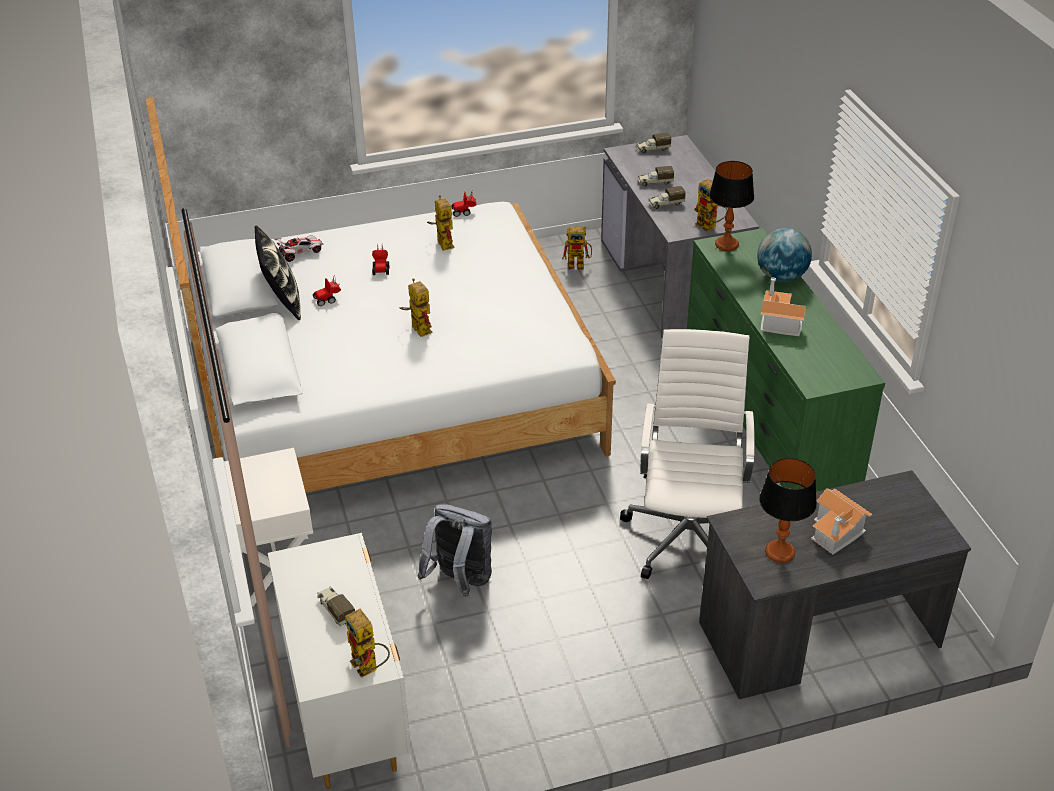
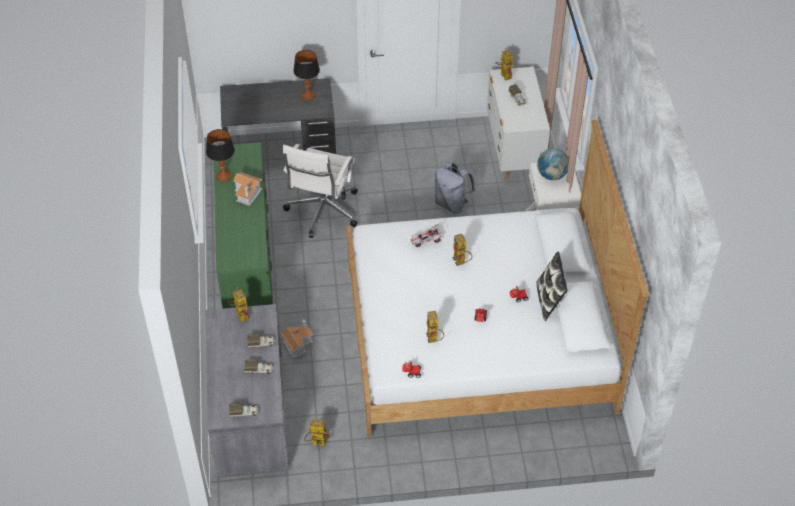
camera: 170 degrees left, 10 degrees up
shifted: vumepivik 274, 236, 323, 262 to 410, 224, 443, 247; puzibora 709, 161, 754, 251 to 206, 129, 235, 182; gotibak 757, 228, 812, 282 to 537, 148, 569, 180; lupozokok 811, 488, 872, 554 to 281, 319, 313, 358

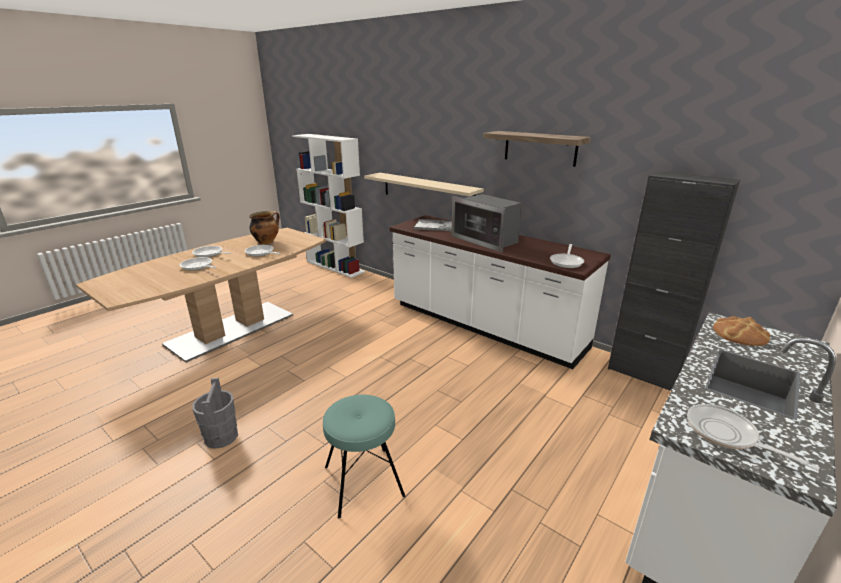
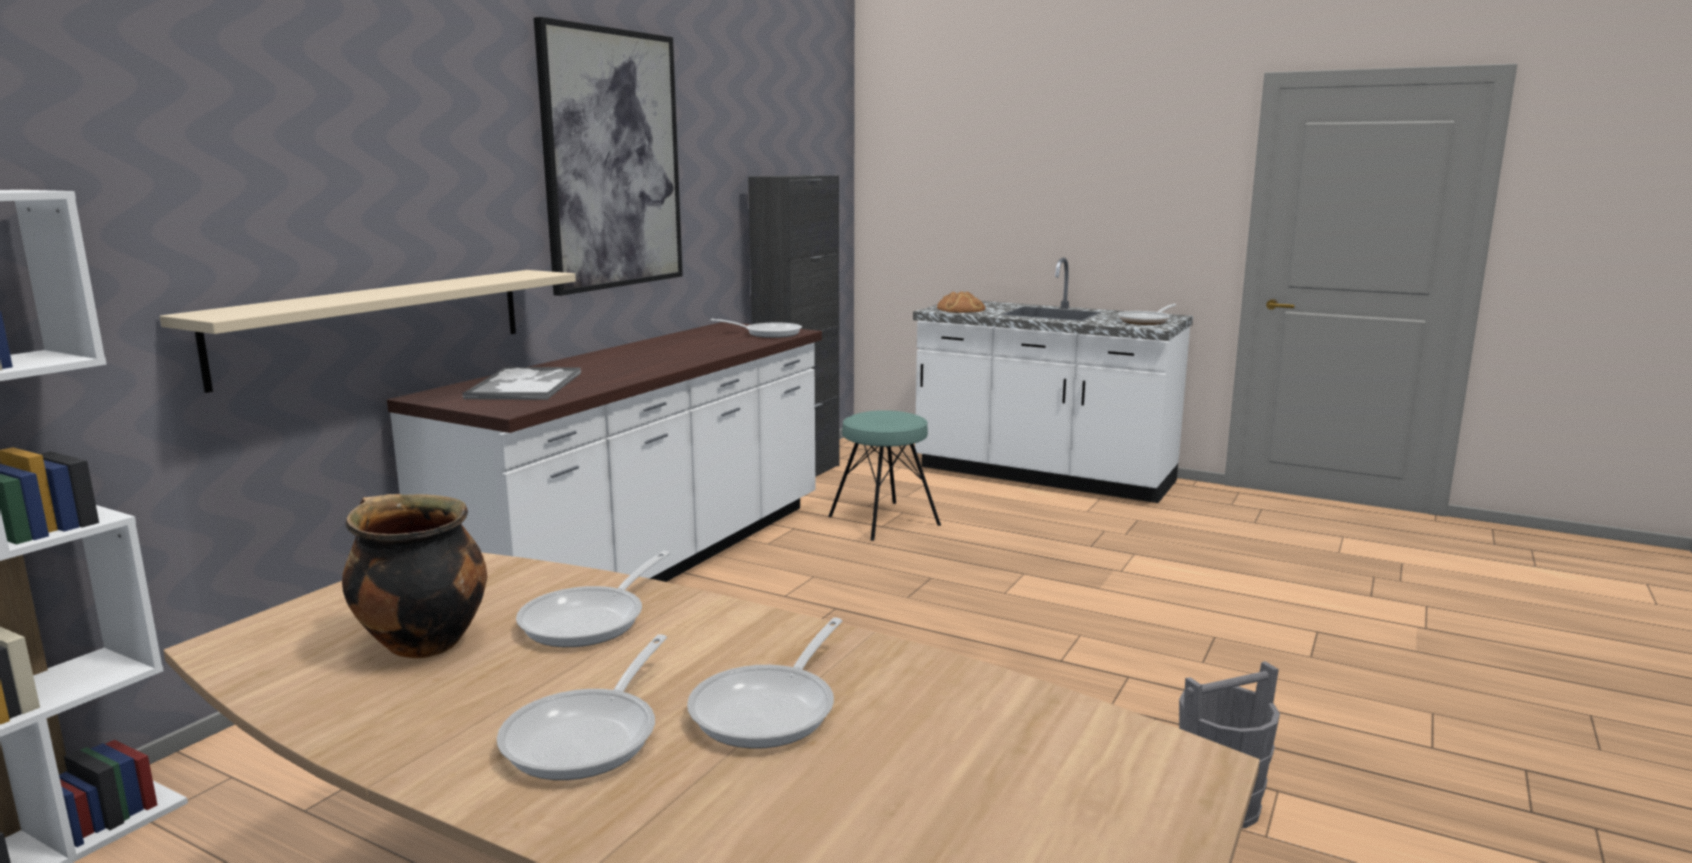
camera: 100 degrees left, 10 degrees down
gone: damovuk 451, 194, 522, 253
shifted: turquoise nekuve 323, 394, 405, 518 to 828, 410, 941, 541
swapped: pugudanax 483, 131, 591, 167 to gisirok 534, 17, 683, 296

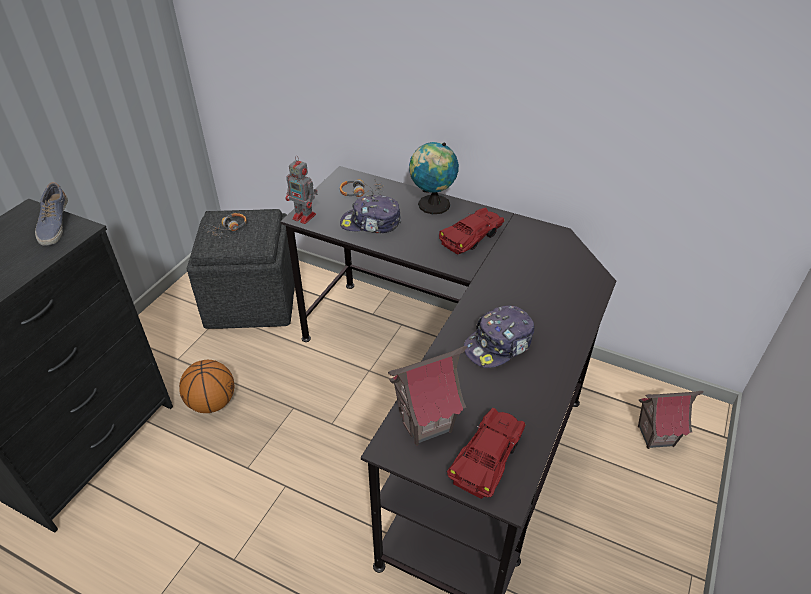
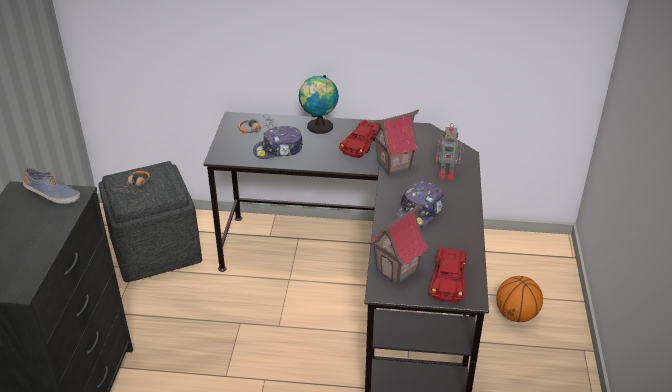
camera: 20 degrees left, 5 degrees down
shifted: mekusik 179, 360, 234, 413 to 496, 276, 543, 322; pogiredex 286, 156, 318, 224 to 436, 123, 464, 180; lupozokok 638, 391, 703, 449 to 372, 110, 419, 176
rotated: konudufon 35, 182, 68, 246 = 23, 168, 80, 204 45 degrees counterclockwise

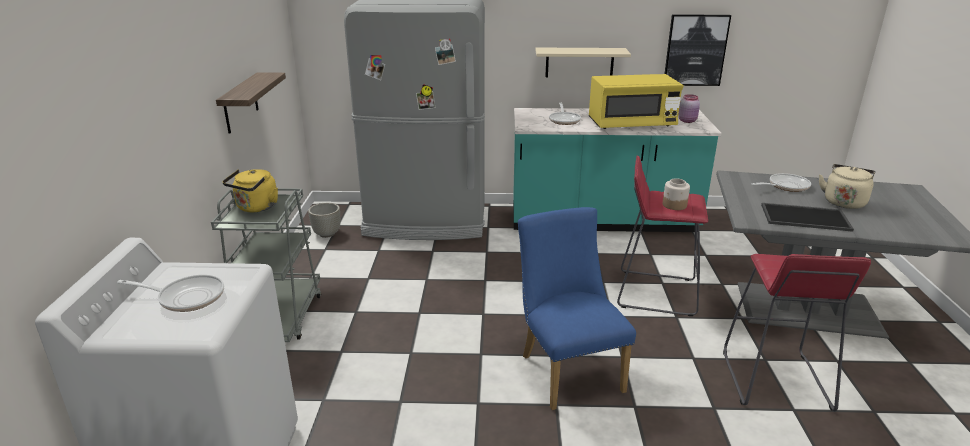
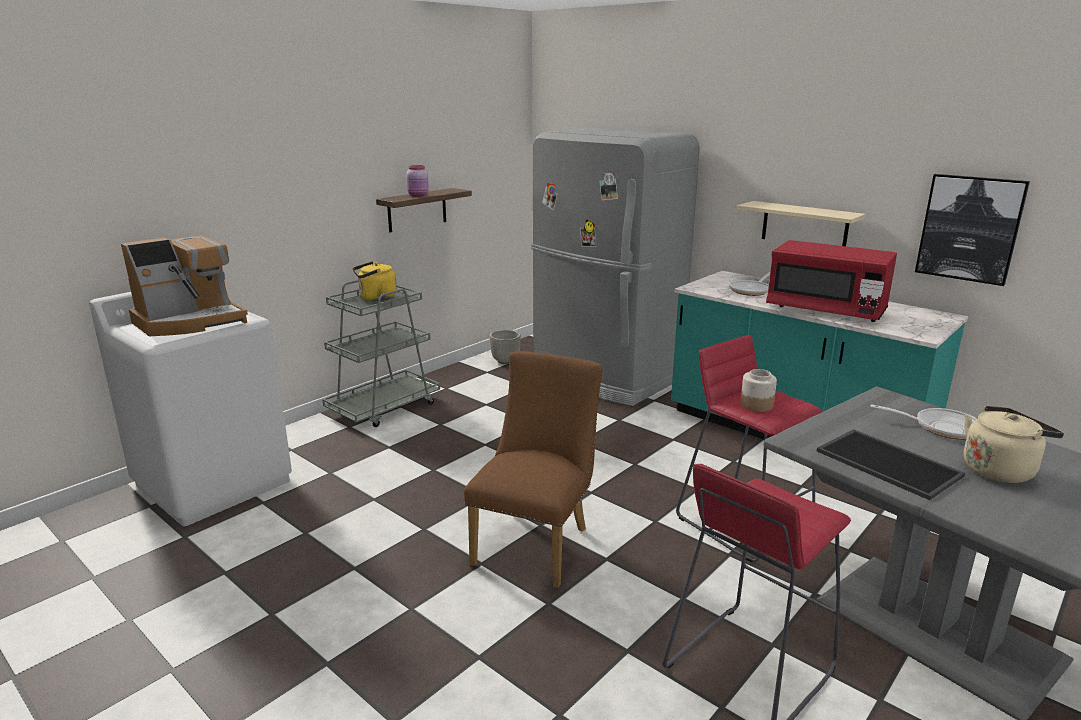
camera: 40 degrees right, 5 degrees down
shifted: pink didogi 678, 94, 700, 123 to 406, 165, 429, 197
swapped: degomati 117, 275, 224, 312 to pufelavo 121, 235, 248, 336
repainted: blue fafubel 518, 207, 636, 410 to brown fafubel 464, 351, 603, 587; yellow damovuk 589, 74, 683, 129 to red damovuk 766, 240, 897, 322

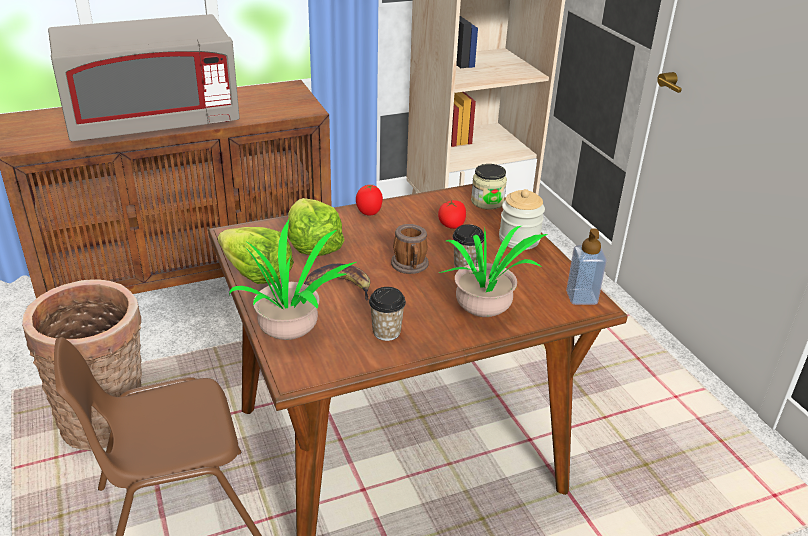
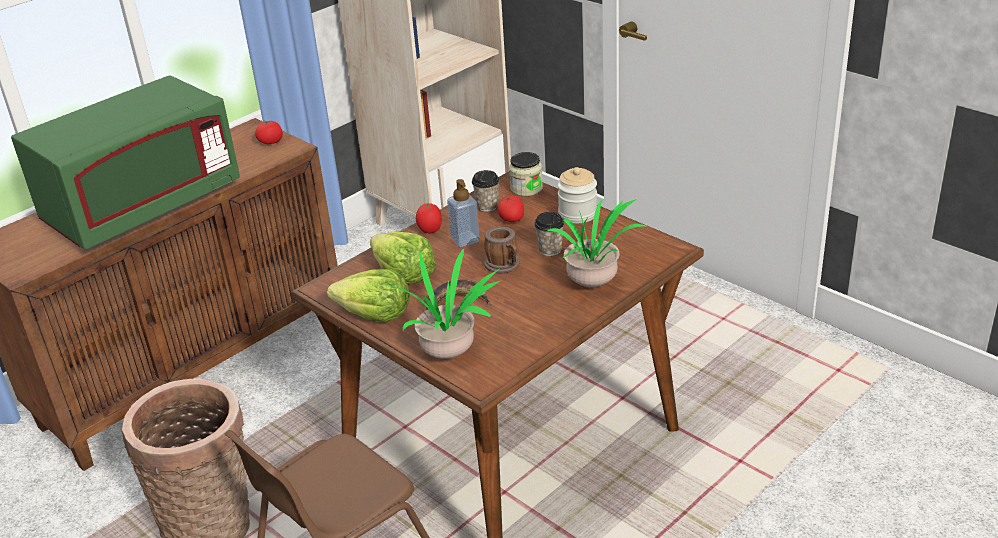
camera: 20 degrees left, 0 degrees up
new: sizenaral 255, 121, 283, 144
shifted: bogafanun 369, 287, 406, 341 to 472, 170, 500, 212; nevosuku 566, 228, 607, 305 to 447, 179, 480, 247
repainted: grey damovuk 48, 14, 240, 141 to green damovuk 11, 75, 240, 249

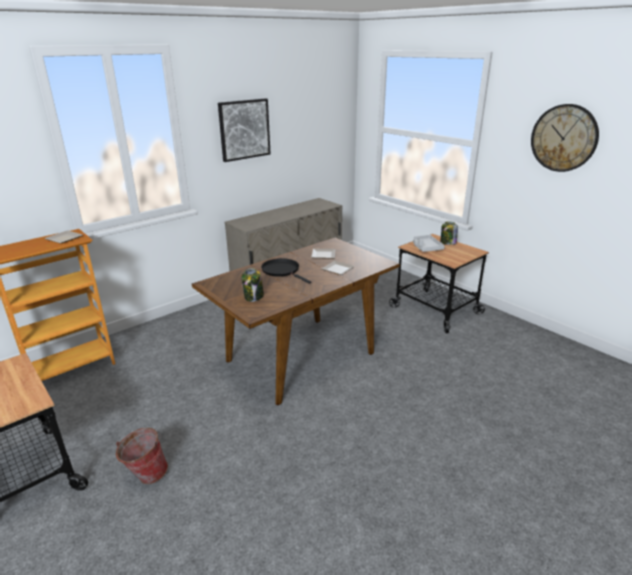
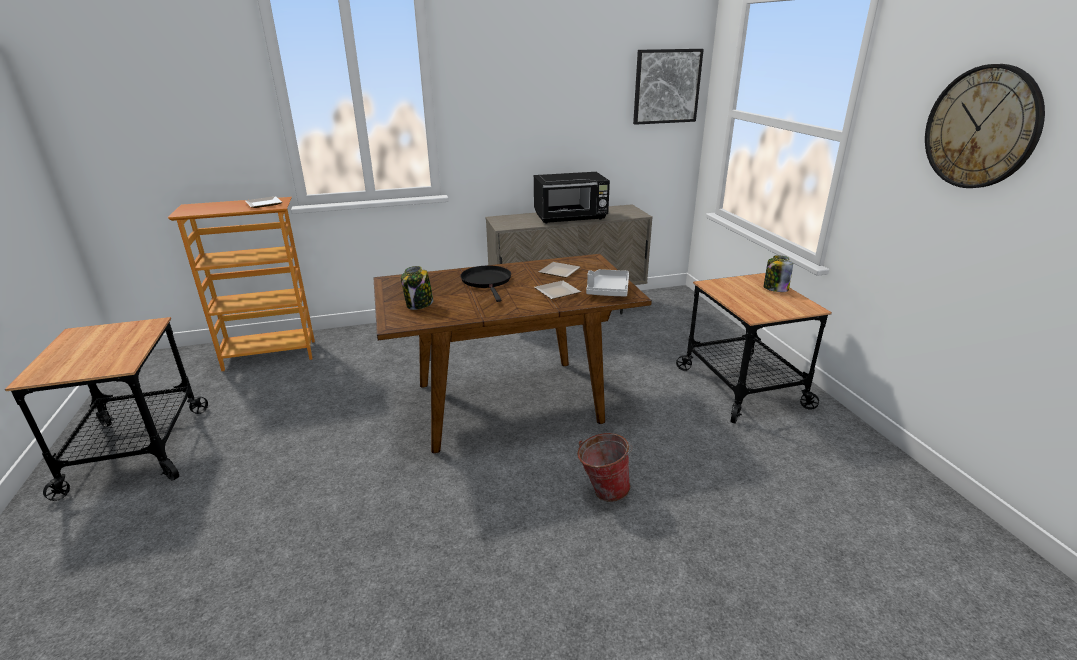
camera: 25 degrees right, 0 degrees up
new: black damovuk 534, 172, 610, 224
shifted: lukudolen 116, 428, 168, 484 to 577, 433, 632, 502; gisirok 218, 98, 271, 162 to 633, 49, 704, 125; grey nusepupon 413, 235, 445, 252 to 586, 269, 629, 297

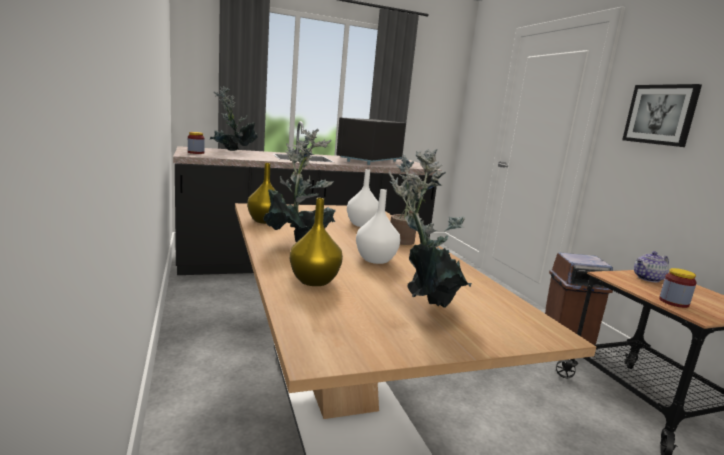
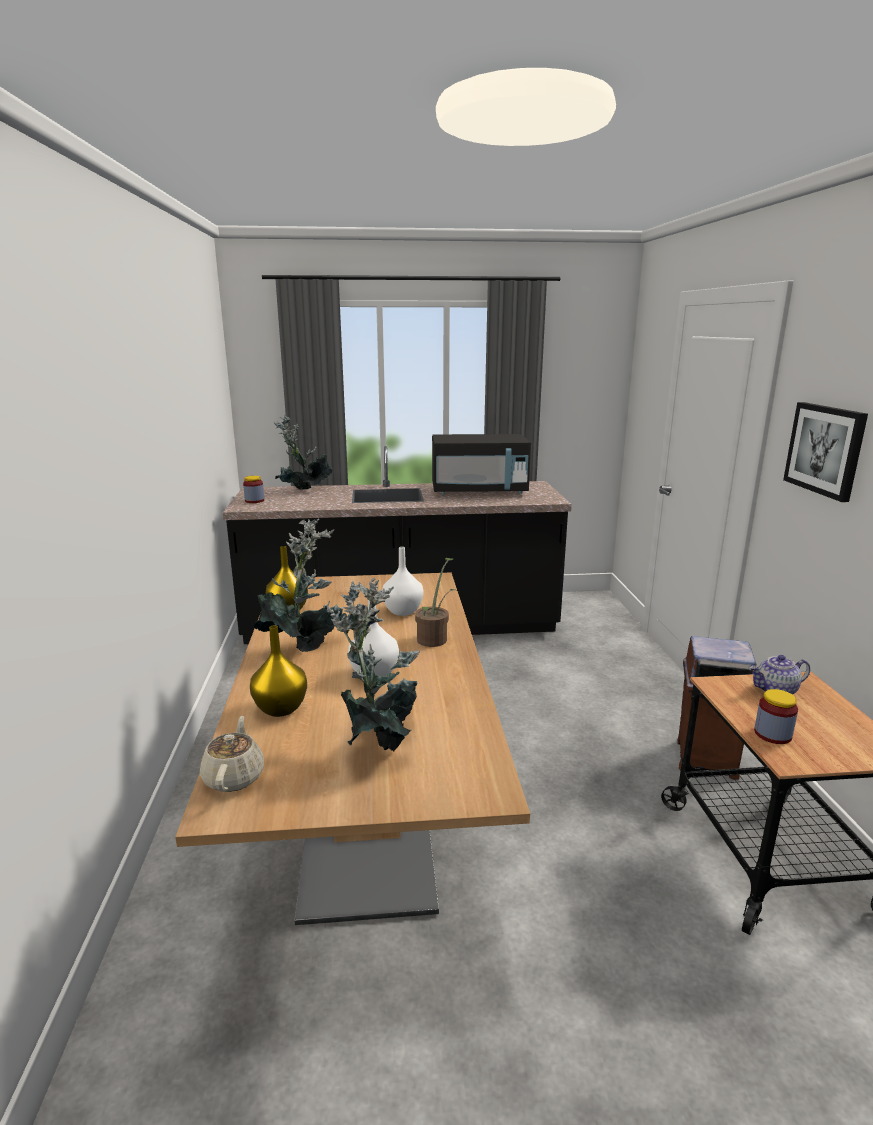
camera: 15 degrees right, 5 degrees up
new: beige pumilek 200, 716, 264, 792
rotated: black damovuk 336, 118, 406, 165 = 432, 434, 531, 494 135 degrees counterclockwise

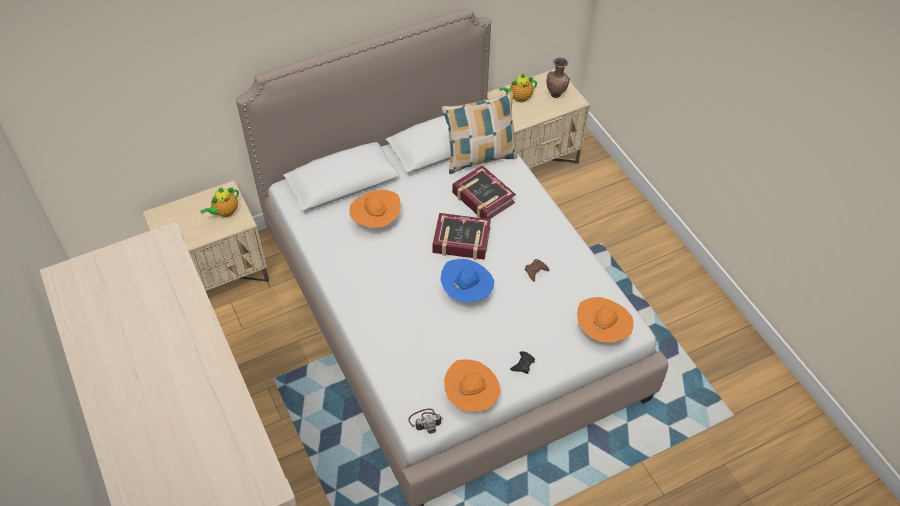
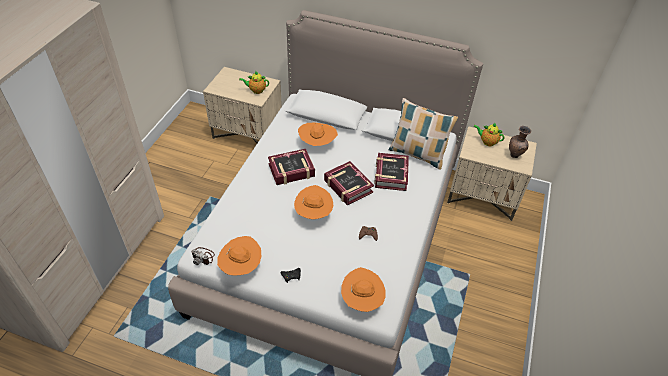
camera: 45 degrees right, 5 degrees down
new: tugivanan 268, 149, 315, 185
repainted: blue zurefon 441, 259, 494, 303 to orange zurefon 294, 185, 333, 219

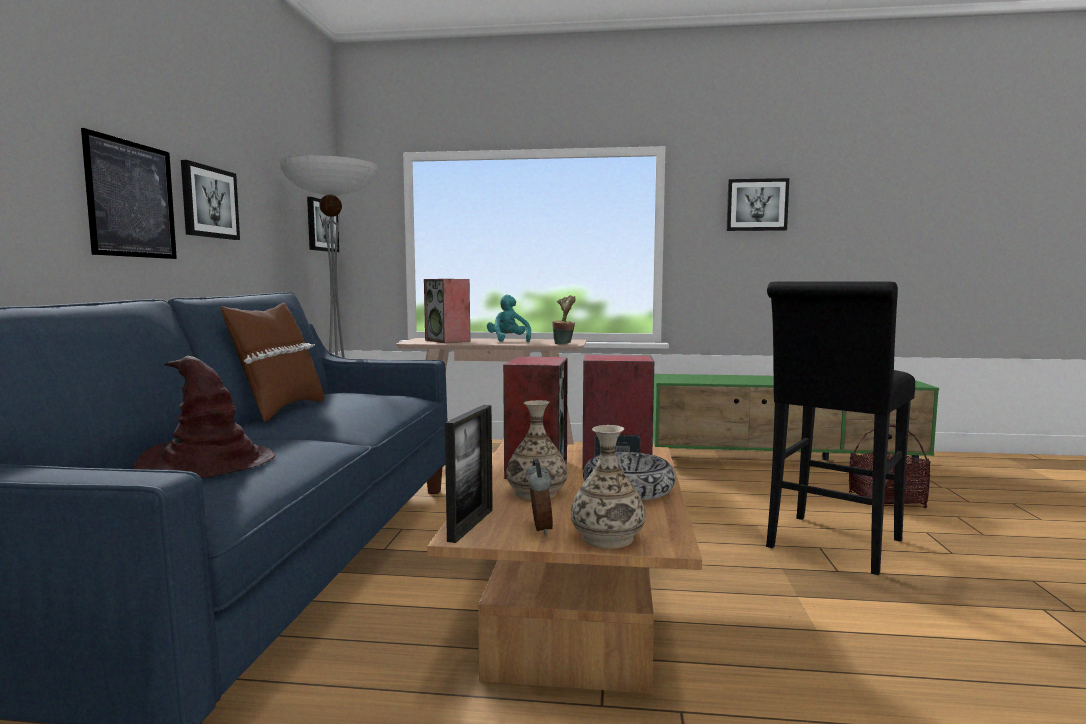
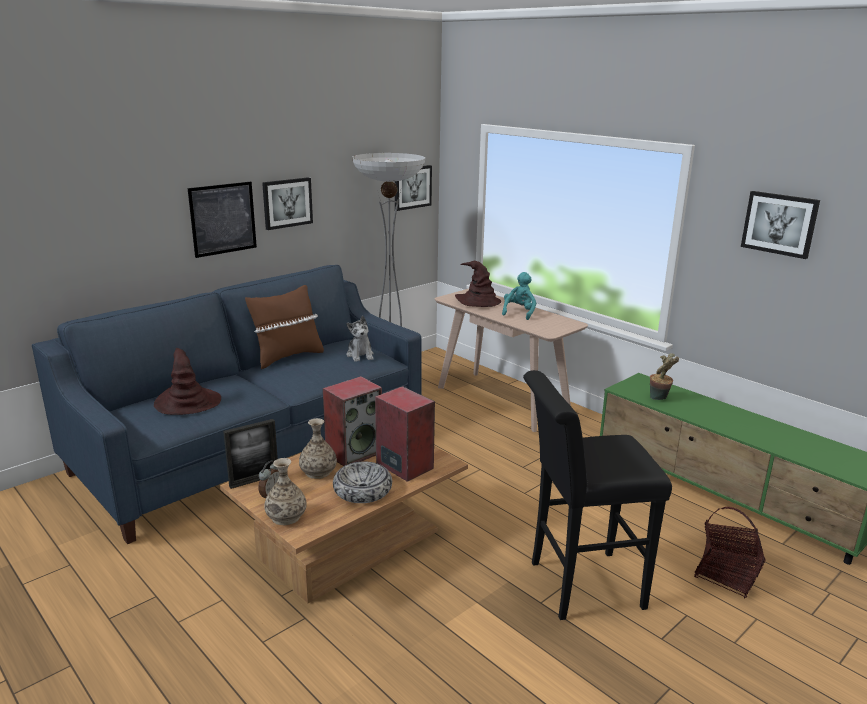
camera: 40 degrees right, 15 degrees up
new: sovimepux 347, 316, 374, 362
shifted: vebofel 552, 295, 576, 344 to 650, 353, 679, 400
swapped: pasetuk 424, 279, 470, 343 to brown zurefon 455, 261, 501, 307

